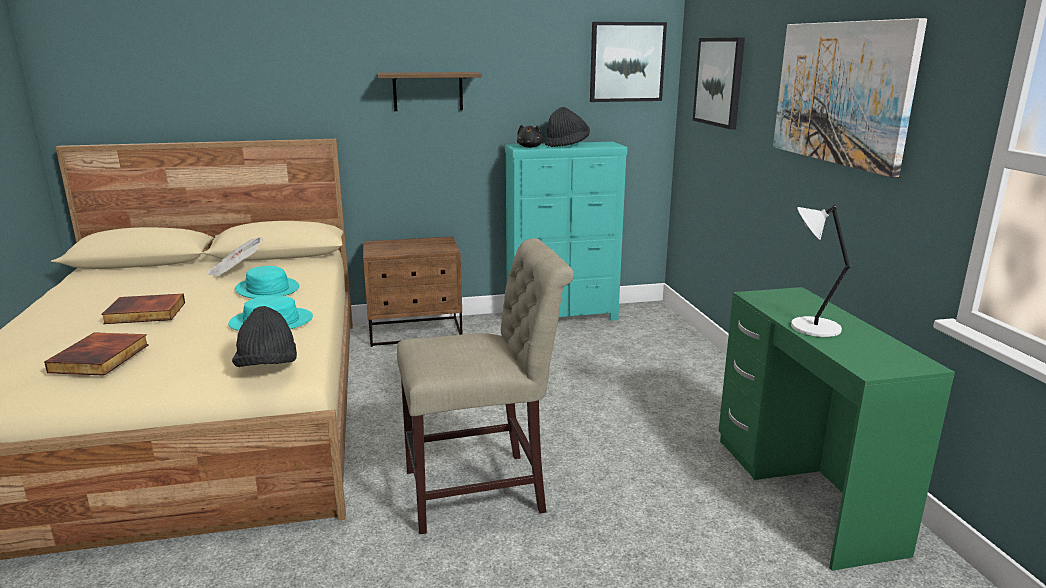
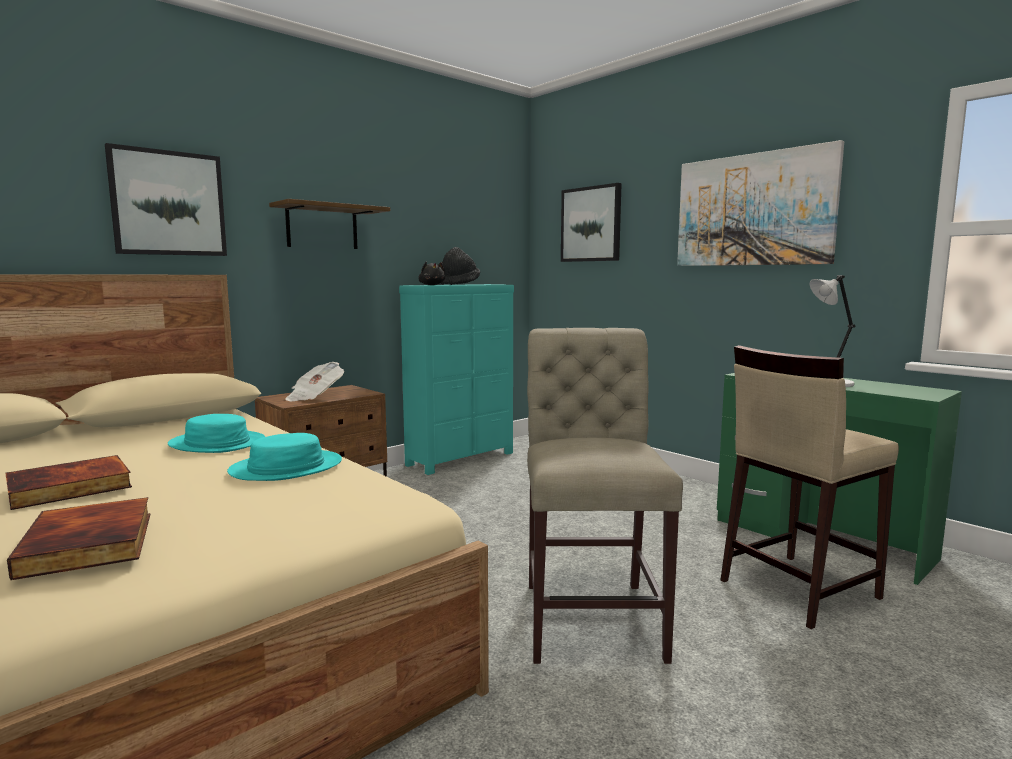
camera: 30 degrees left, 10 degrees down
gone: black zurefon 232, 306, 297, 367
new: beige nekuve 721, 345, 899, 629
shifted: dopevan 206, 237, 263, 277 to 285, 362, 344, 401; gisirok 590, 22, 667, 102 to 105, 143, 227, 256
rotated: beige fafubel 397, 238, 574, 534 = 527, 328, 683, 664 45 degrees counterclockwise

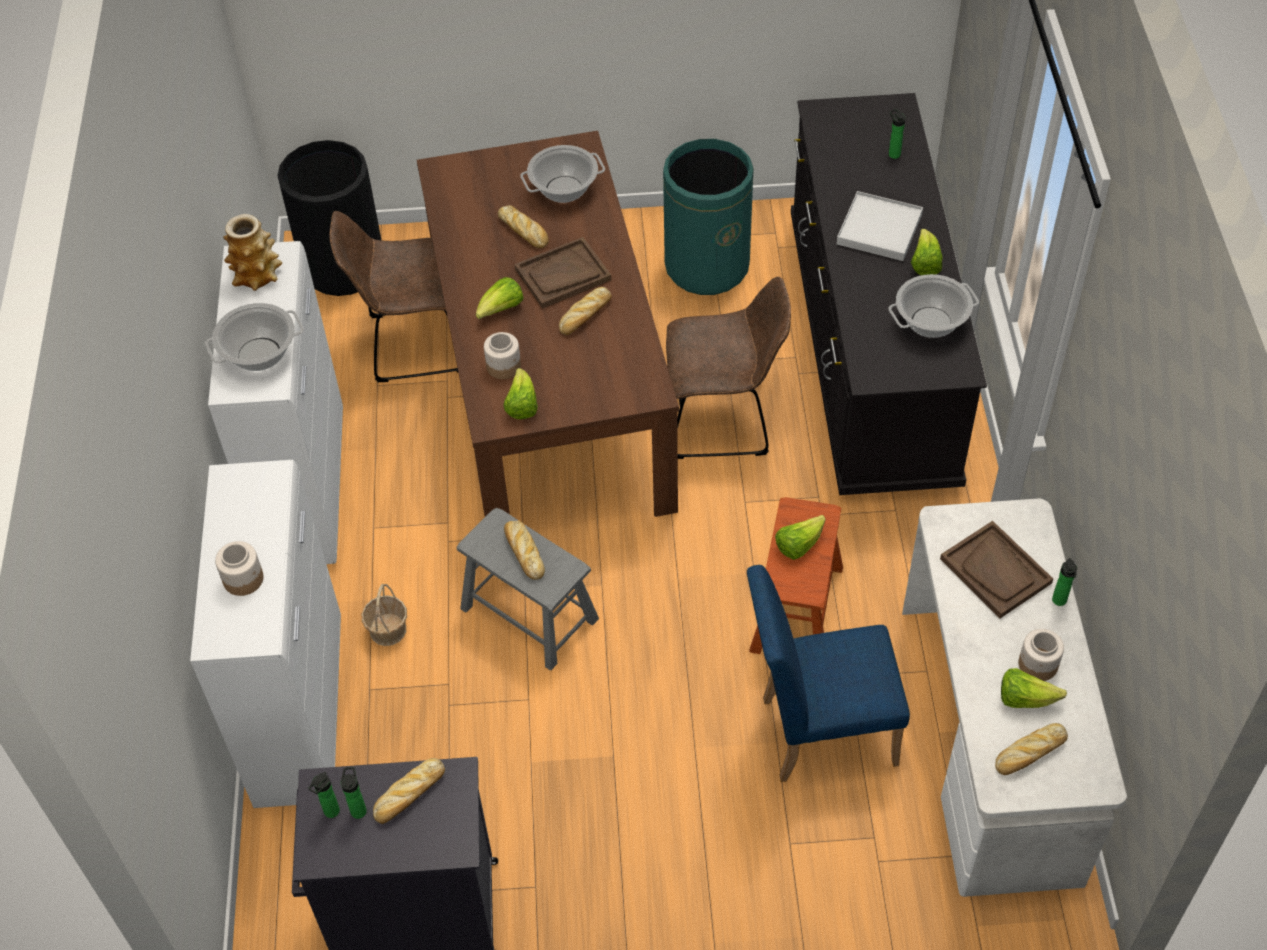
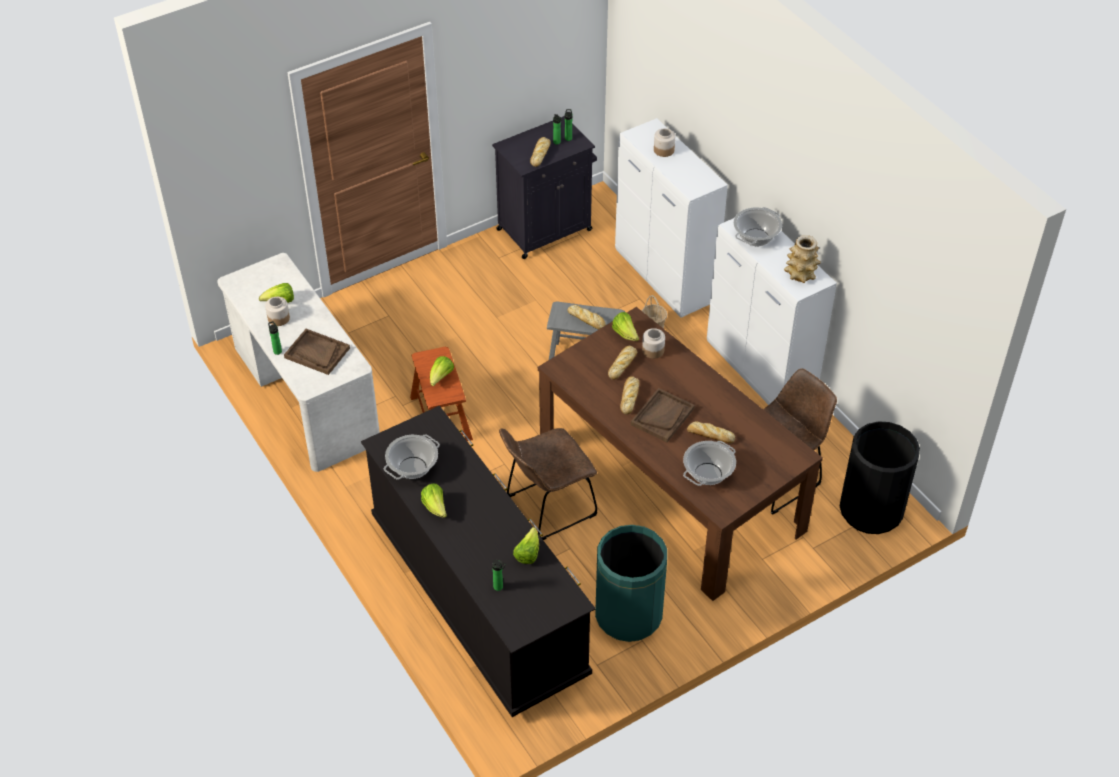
camera: 150 degrees right, 5 degrees down
gone: blue fafubel 747, 565, 910, 782; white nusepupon 837, 191, 923, 261
shifted: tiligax 476, 277, 523, 319 to 513, 527, 539, 564; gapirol 995, 723, 1068, 775 to 608, 346, 637, 380

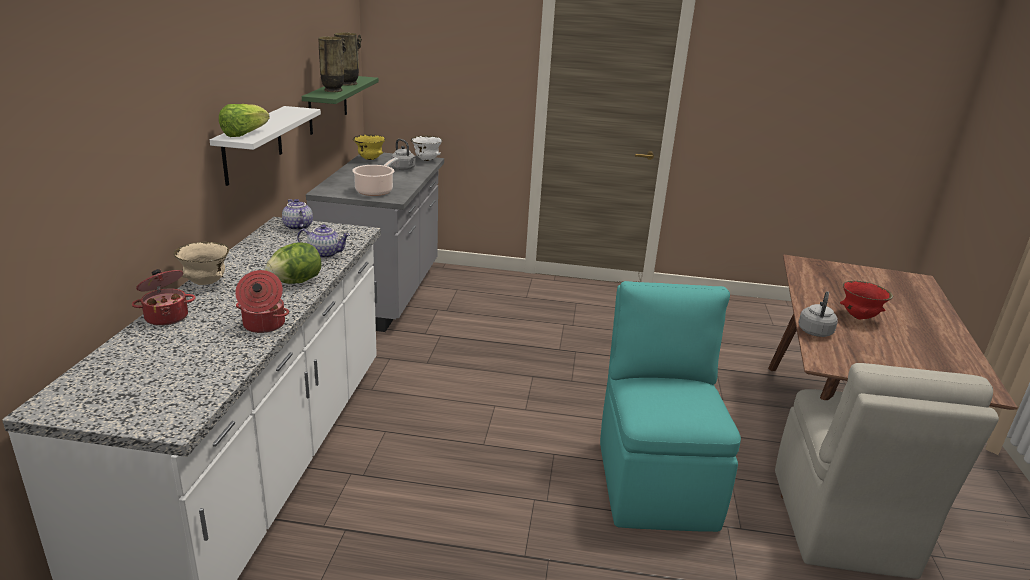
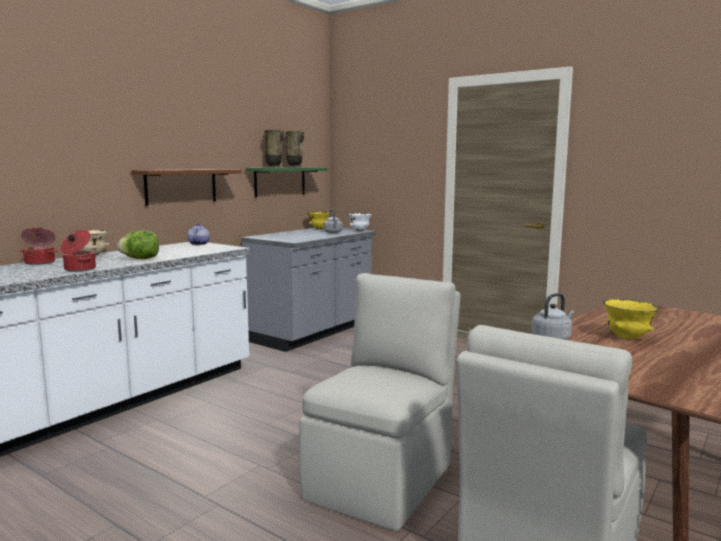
camera: 30 degrees right, 15 degrees down
gone: tiligax 219, 104, 270, 137; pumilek 297, 224, 350, 259; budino 352, 158, 398, 196
repainted: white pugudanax 210, 106, 321, 186 to brown pugudanax 131, 169, 241, 206; turquoise fafubel 600, 281, 741, 532 to beige fafubel 299, 273, 460, 531; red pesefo 840, 281, 893, 319 to yellow pesefo 603, 299, 660, 339

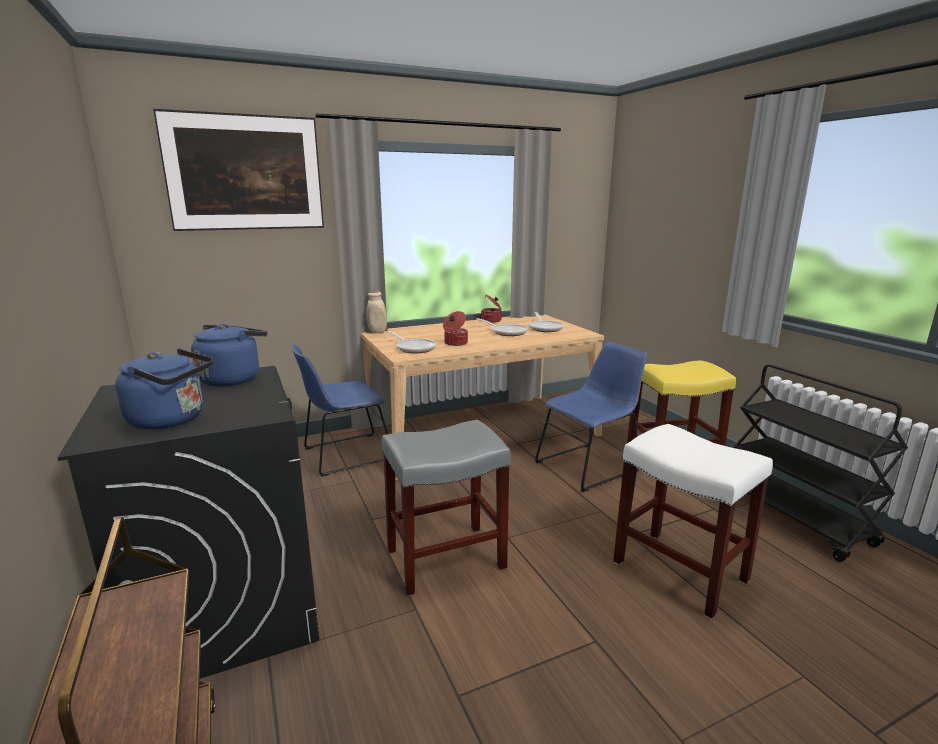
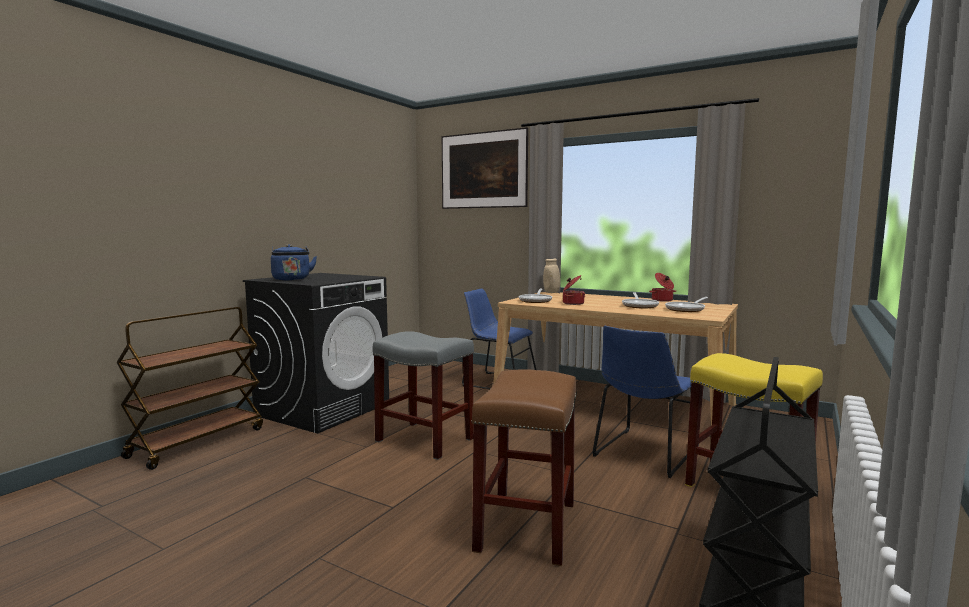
camera: 55 degrees right, 10 degrees down
gone: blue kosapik 191, 324, 267, 387
repainted: white nekuve 613, 424, 773, 620 to brown nekuve 471, 369, 577, 566
rotated: blue fafubel 535, 341, 647, 492 = 592, 326, 699, 478 105 degrees clockwise

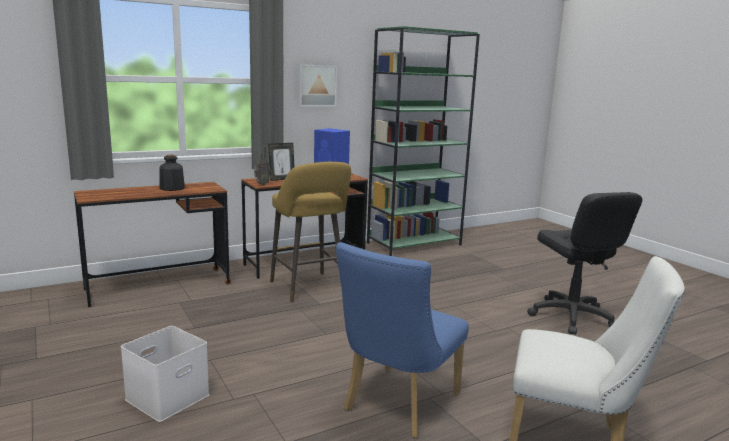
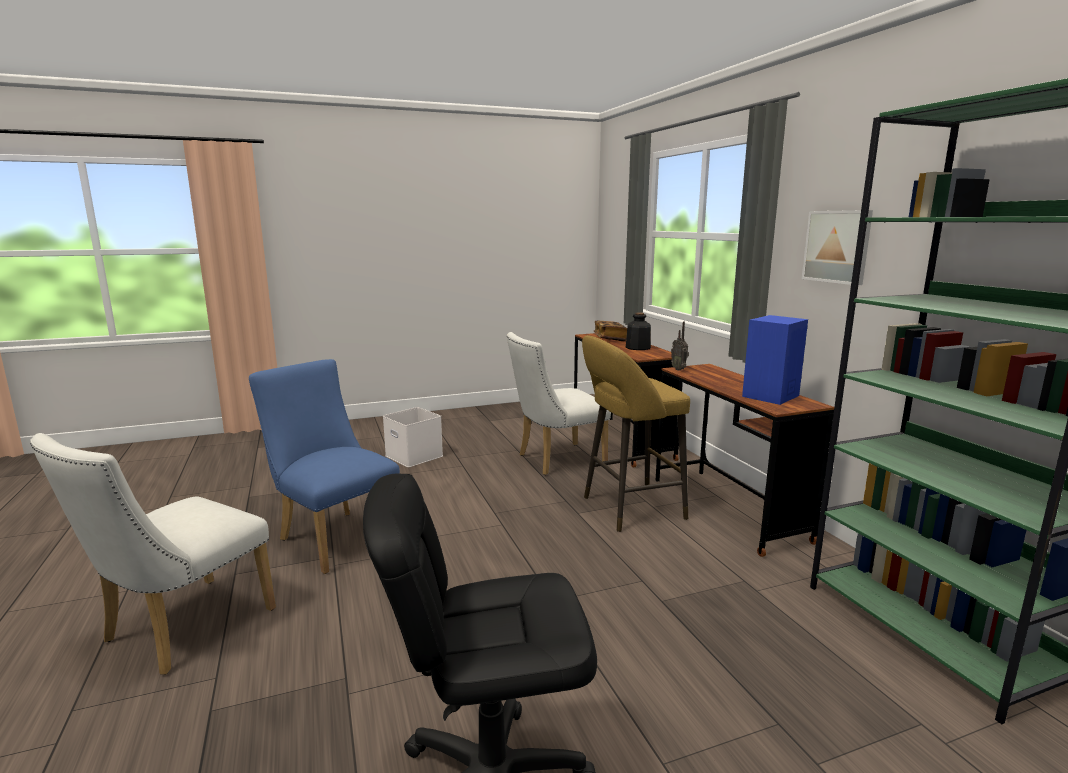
camera: 100 degrees right, 0 degrees up
gone: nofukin 268, 143, 294, 181
new: white fafubel 507, 332, 611, 475; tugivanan 594, 321, 627, 341

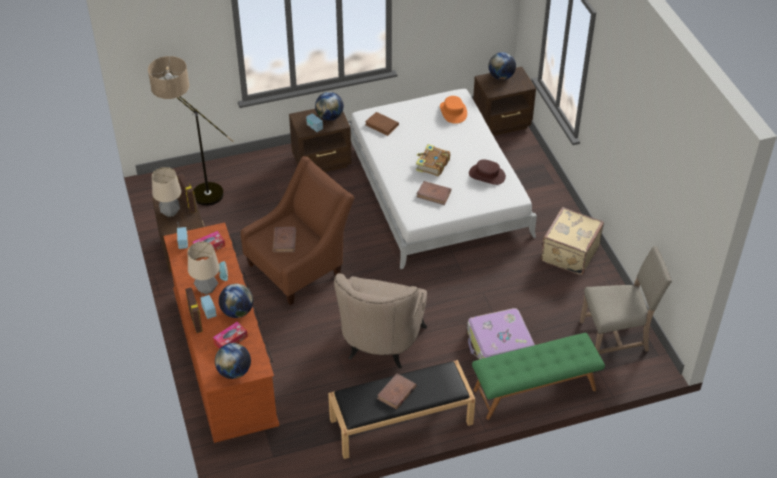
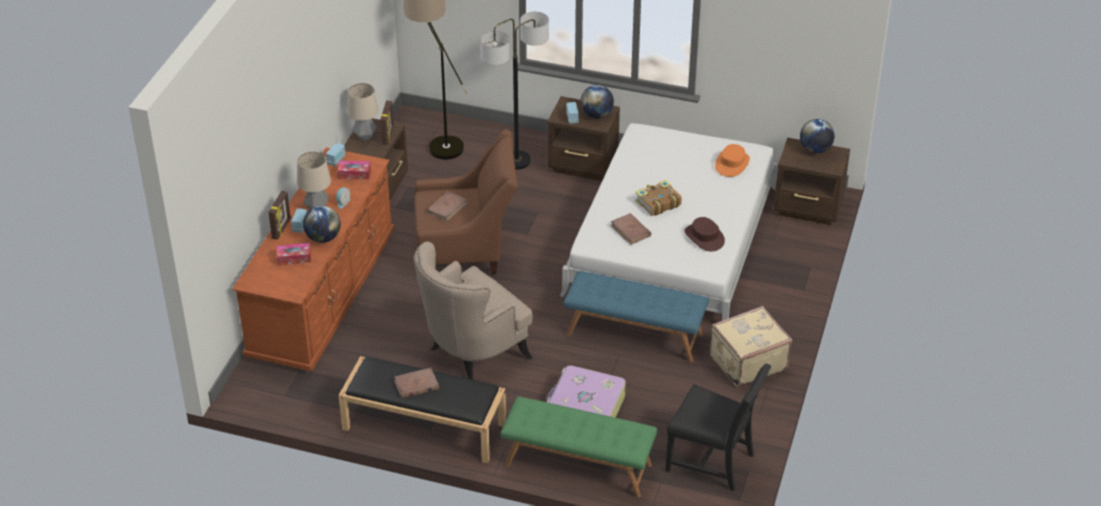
camera: 35 degrees right, 5 degrees down
gone: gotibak 215, 343, 251, 379; brown tugivanan 365, 112, 399, 136
new: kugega 480, 12, 549, 170; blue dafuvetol 564, 271, 709, 362
repainted: beige fafubel 580, 246, 672, 354 to black fafubel 665, 363, 771, 491

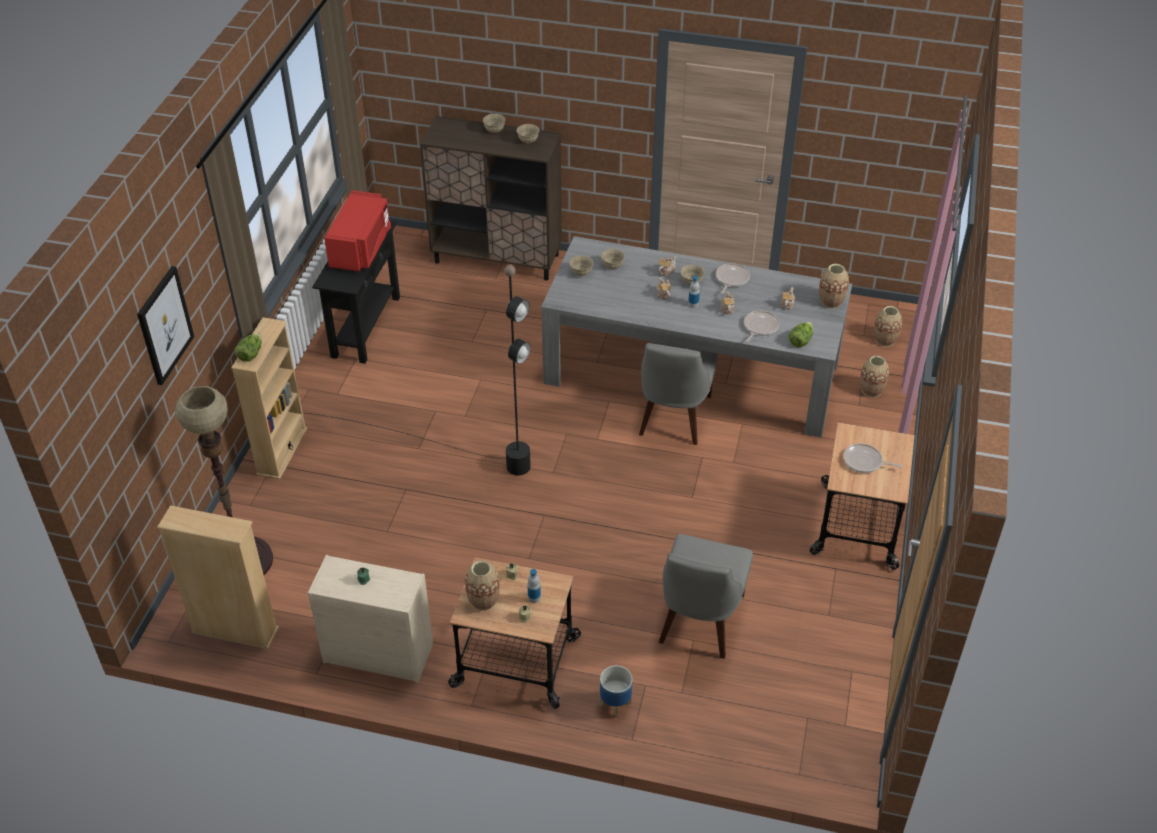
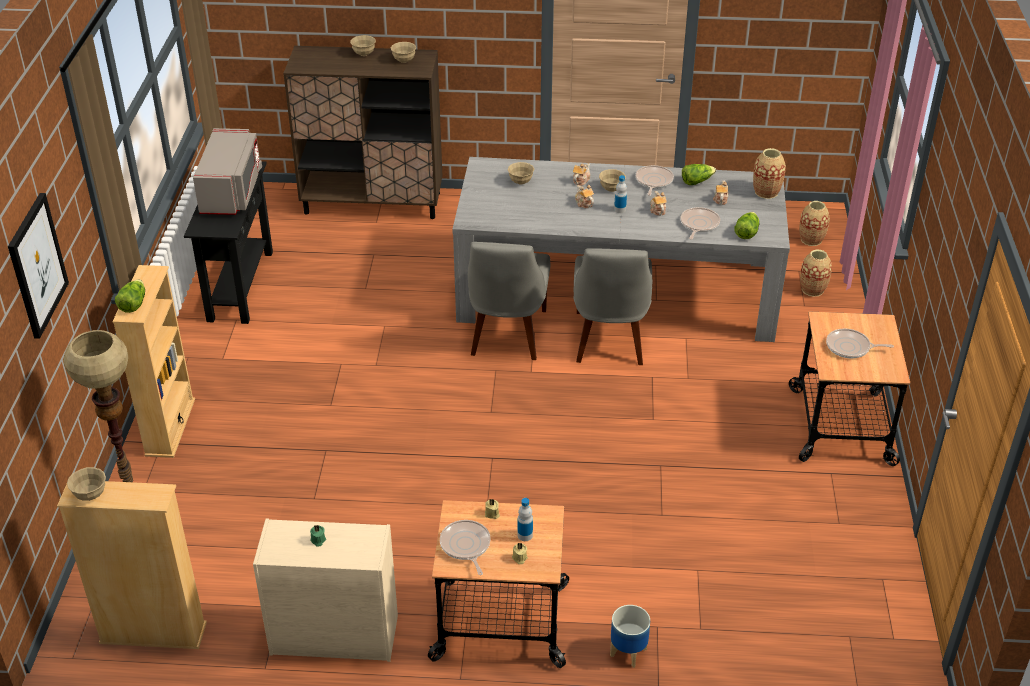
camera: 10 degrees left, 5 degrees down
gone: black kugega 306, 265, 531, 476
new: tiligax 682, 164, 716, 185
shifted: beige pesefo 569, 255, 594, 276 to 67, 467, 106, 501; grey fafubel 659, 534, 753, 659 to 468, 242, 550, 360
swapped: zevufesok 465, 561, 500, 611 to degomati 440, 520, 491, 575
repainted: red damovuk 324, 190, 391, 272 to grey damovuk 193, 128, 262, 215

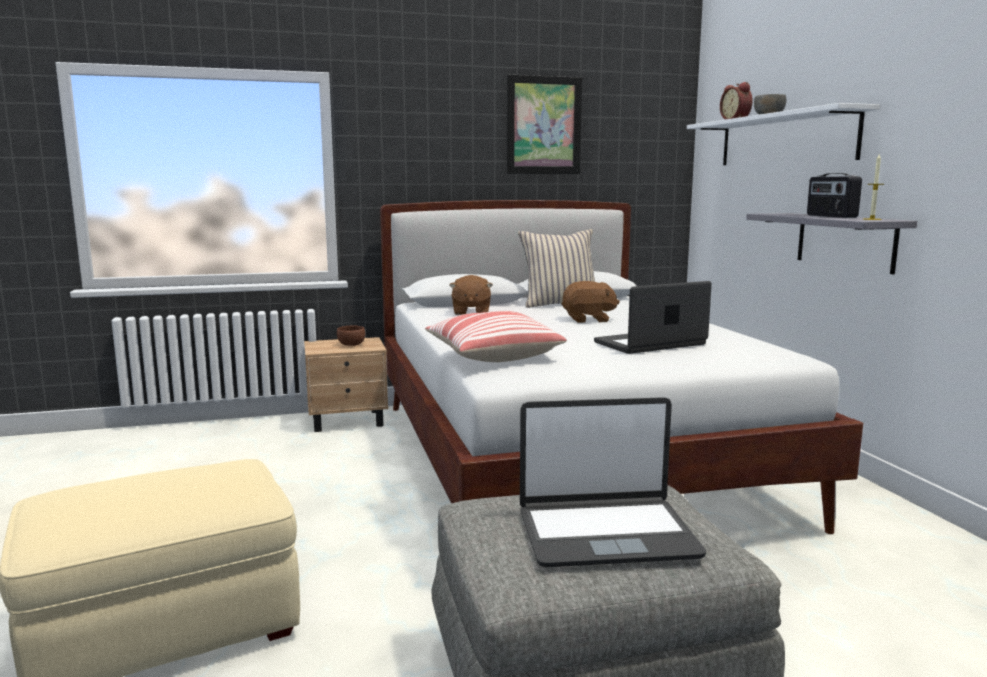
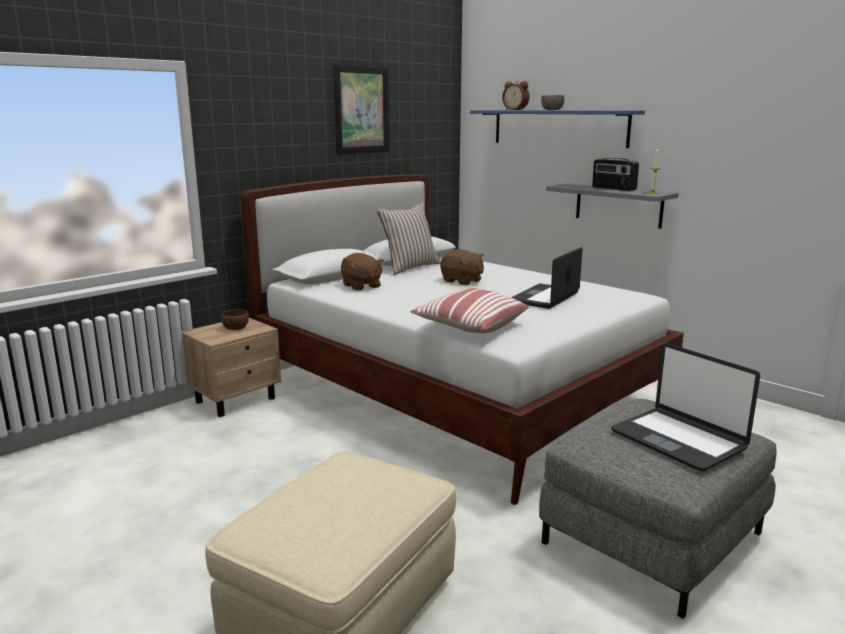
camera: 30 degrees left, 5 degrees up
repainted: white pugudanax 687, 103, 880, 165 to blue pugudanax 470, 110, 645, 148
rotated: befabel 520, 397, 706, 567 = 611, 343, 760, 471 90 degrees clockwise; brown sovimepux 561, 281, 620, 323 = 440, 249, 484, 285 75 degrees clockwise

